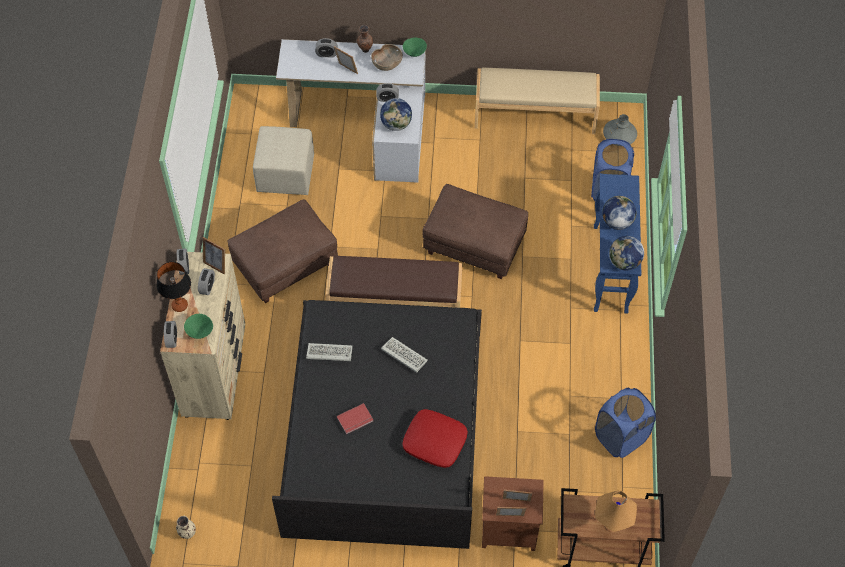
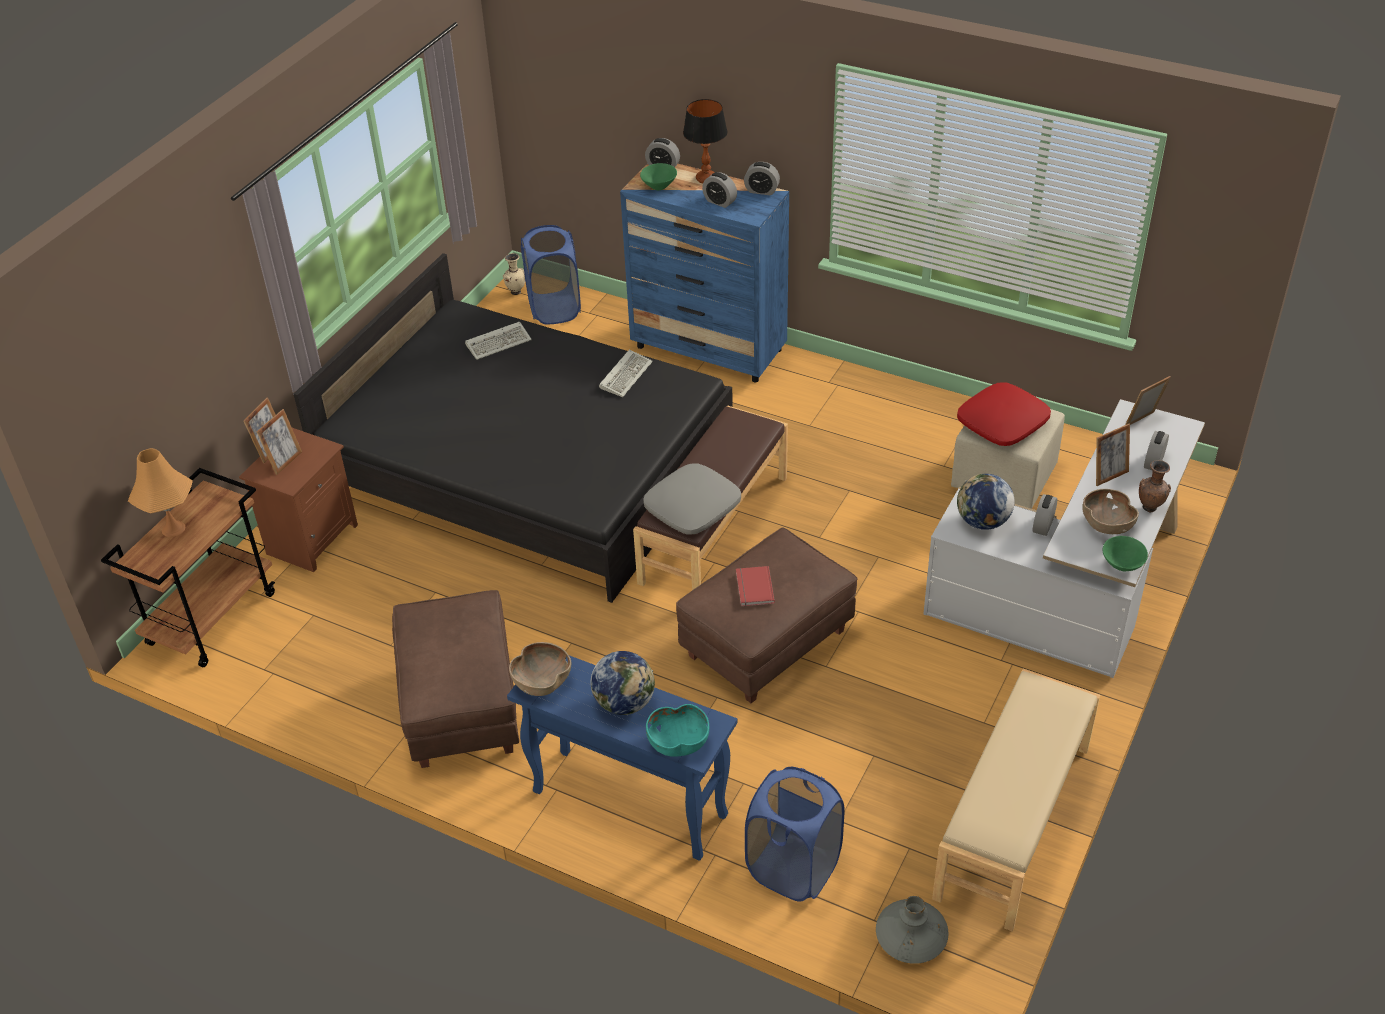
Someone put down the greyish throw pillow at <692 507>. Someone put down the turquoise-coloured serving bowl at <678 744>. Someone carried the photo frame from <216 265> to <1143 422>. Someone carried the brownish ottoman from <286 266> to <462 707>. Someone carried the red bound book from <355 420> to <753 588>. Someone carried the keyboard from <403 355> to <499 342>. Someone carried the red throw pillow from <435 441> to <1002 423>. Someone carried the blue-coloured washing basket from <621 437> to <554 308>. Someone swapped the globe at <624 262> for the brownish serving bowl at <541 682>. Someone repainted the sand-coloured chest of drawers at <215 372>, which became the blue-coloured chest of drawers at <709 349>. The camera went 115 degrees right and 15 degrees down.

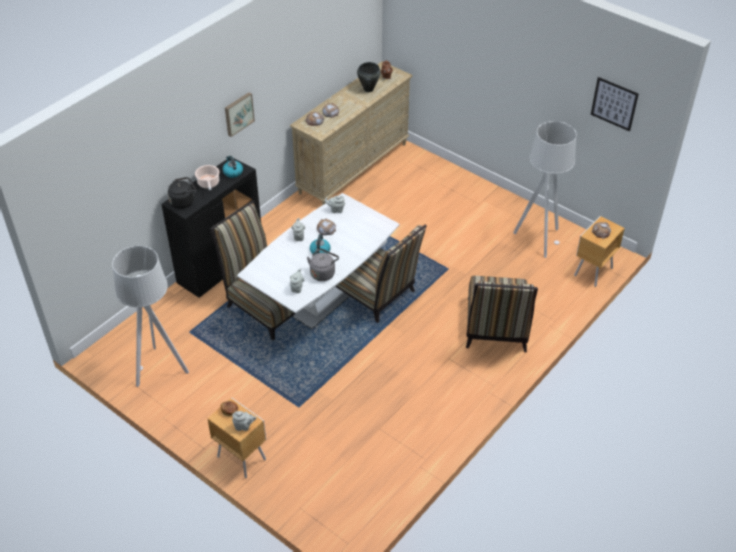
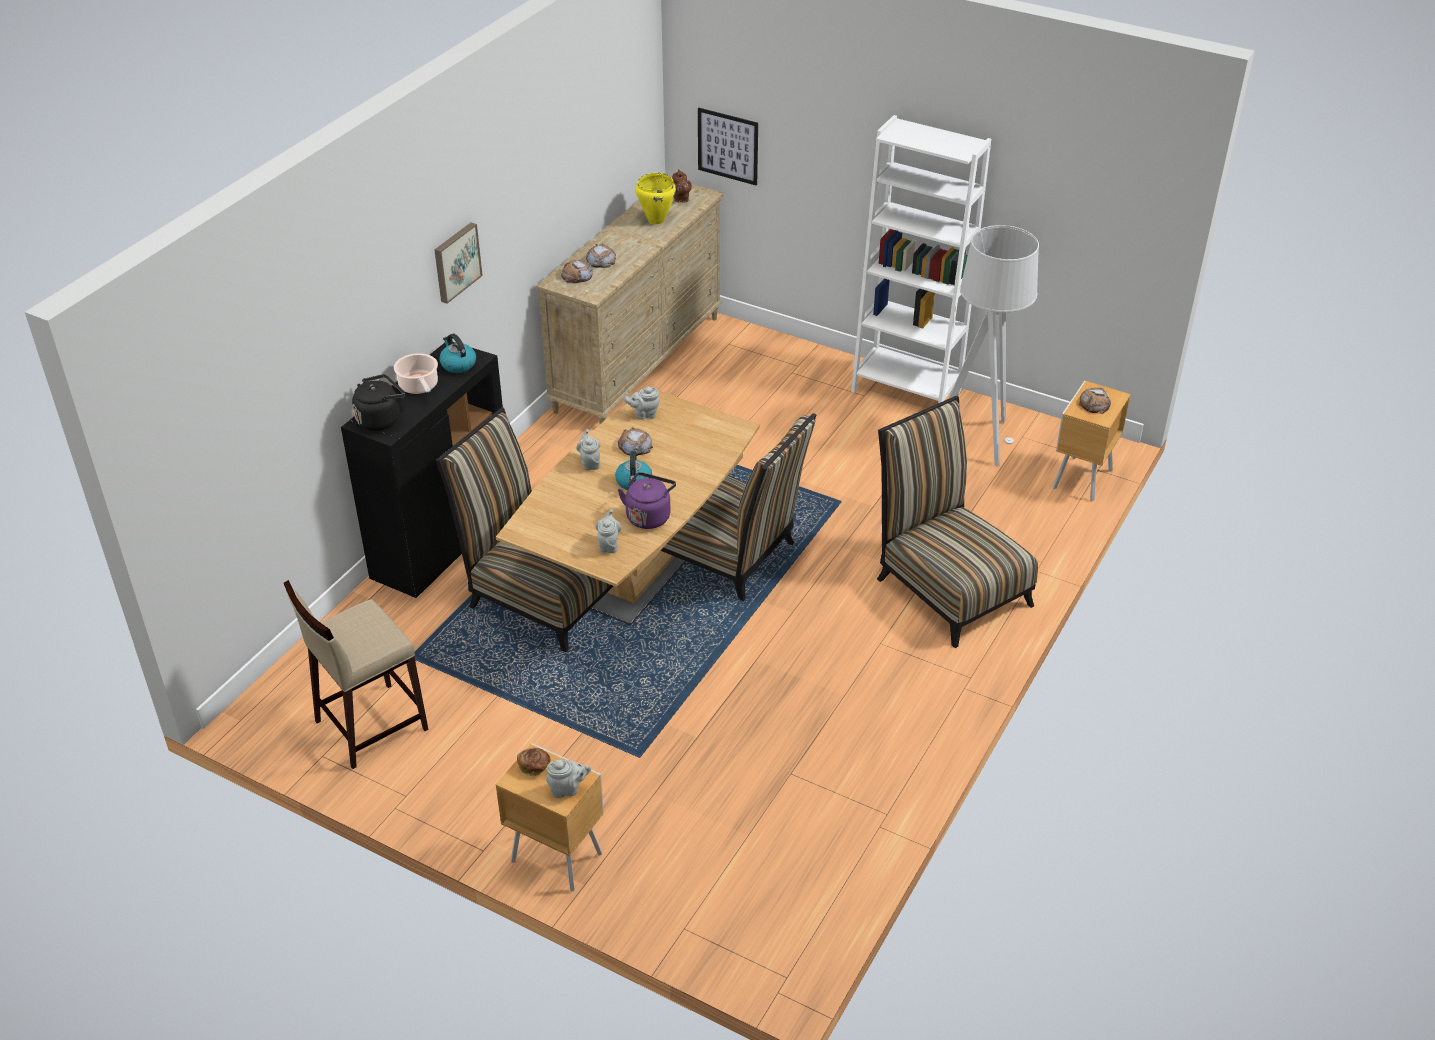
Someone put down the white-coloured bookshelf at <906 391>. Someone carried the picture from <614 104> to <728 146>. Someone swapped the greyish standard lamp at <160 368> for the sand-coloured stool at <370 725>. Someone repainted the white-coloured dinner table at <322 299>, which became the brownish dinner table at <637 575>. Someone repainted the greyish kettle at <323 273>, which became the purple-coloured kettle at <649 516>. Someone repainted the blackish stockpot at <368 89>, which became the yellowish stockpot at <656 220>. Someone rotated the upright chair at <496 329> by 150 degrees clockwise. The camera went 10 degrees left and 5 degrees down.

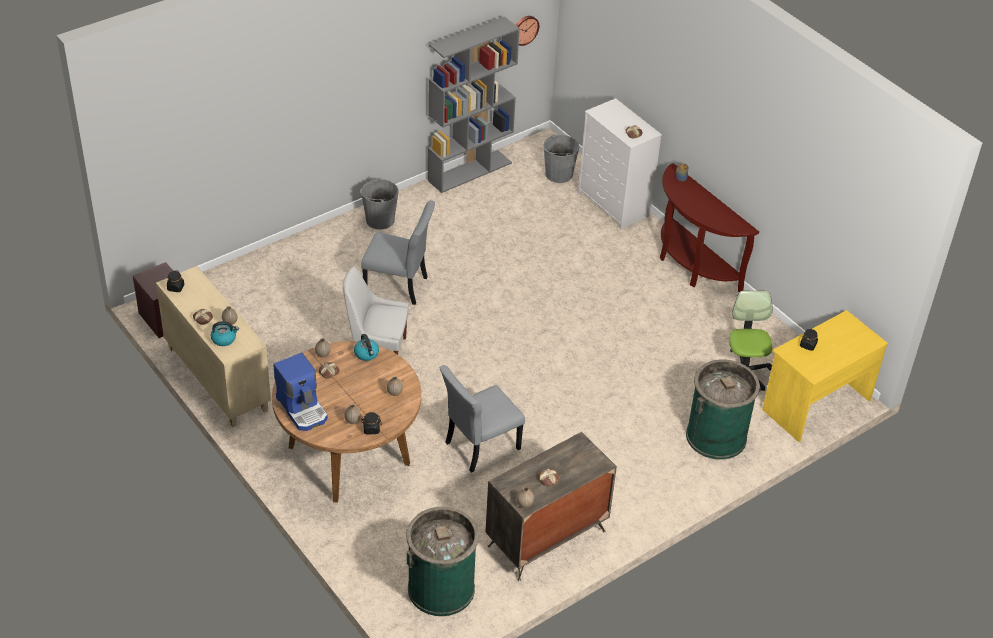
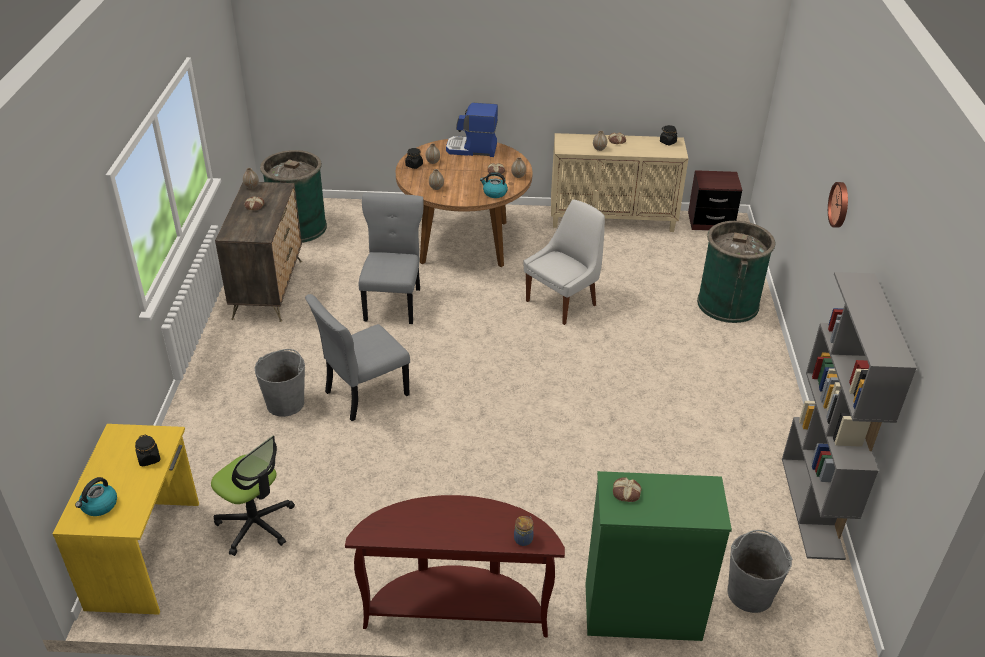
Someone carried the kettle from <224 339> to <99 506>. Someone carried the greyish pail from <380 220> to <285 403>. Someone carried the greyish upright chair from <398 286> to <363 394>. Someone carried the wall clock from <524 29> to <840 204>. Someone carried the green-coloured rubbish bin from <716 436> to <727 304>. Someone repainted the white-coloured chest of drawers at <614 204>, which became the green-coloured chest of drawers at <641 611>. The camera went 130 degrees right and 5 degrees down.

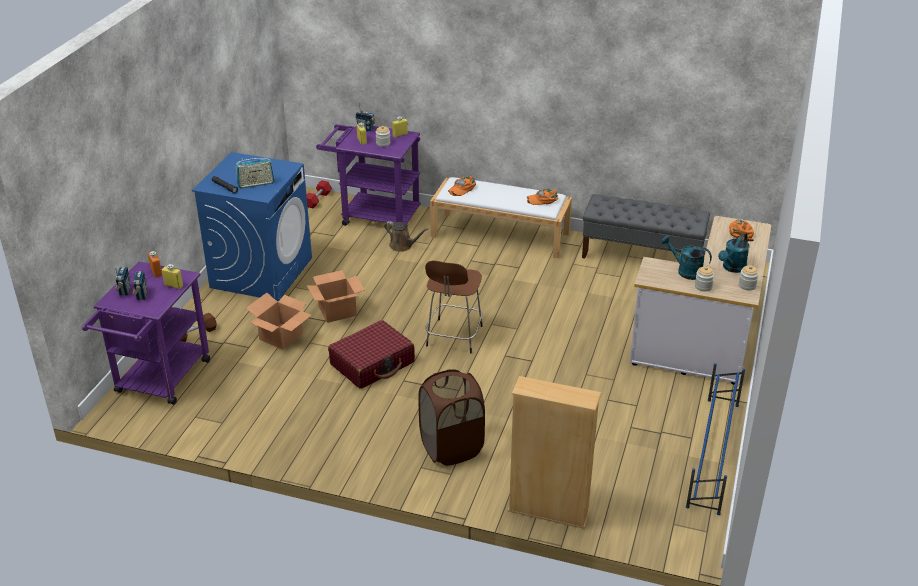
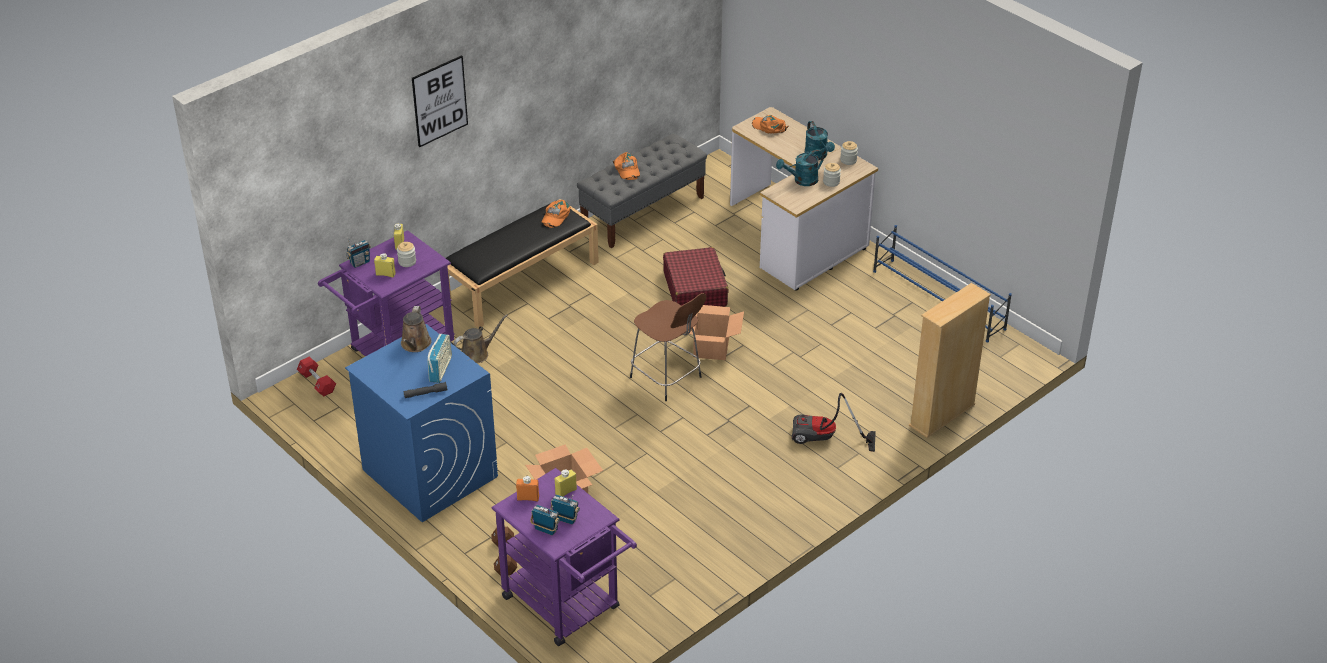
Someone put down the brownish sprinkling can at <415 345>. Someone put up the picture at <439 101>. Someone carried the carton from <337 311> to <711 348>. Someone carried the red piece of luggage from <372 363> to <695 289>. Someone carried the orangey baseball cap from <462 188> to <626 169>. Someone swapped the brownish washing basket at <451 447> for the vacuum at <825 440>. Someone repainted the white-coloured long seat at <501 234>, which became the blackish long seat at <521 280>. The camera went 60 degrees left and 5 degrees up.

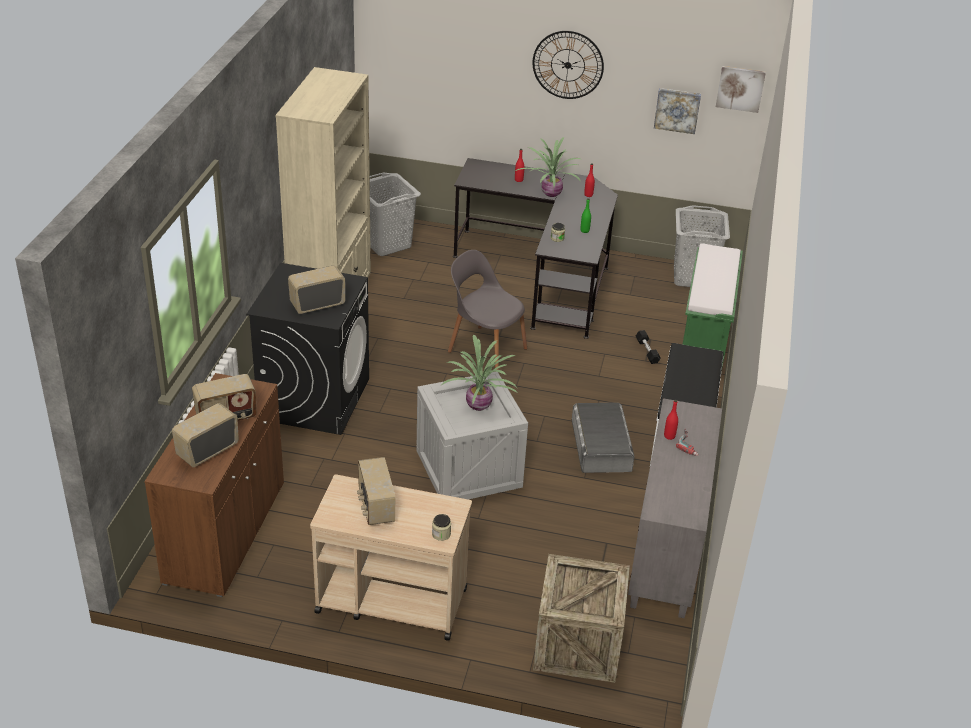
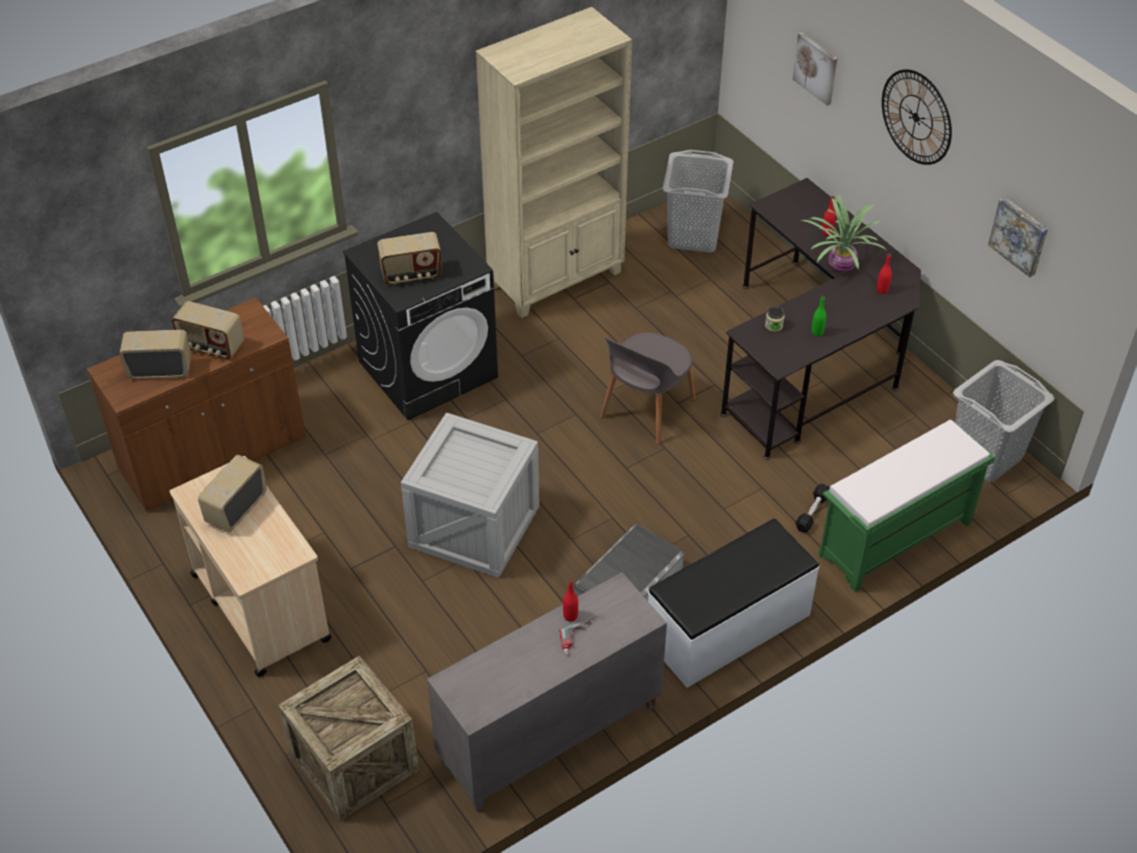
Someone took away the jar at <441 534>. Someone took away the houseplant at <480 405>. Someone carried the picture from <740 88> to <816 68>. Someone rotated the radio at <317 304> by 150 degrees clockwise. Someone rotated the greyish upright chair at <485 349> by 135 degrees counterclockwise. The camera went 45 degrees right and 10 degrees up.

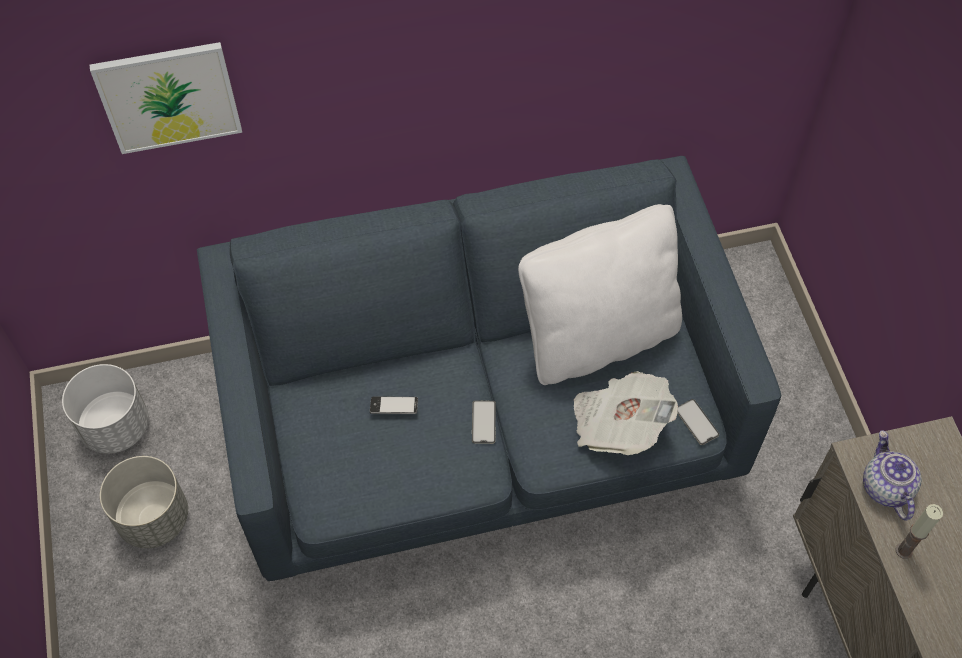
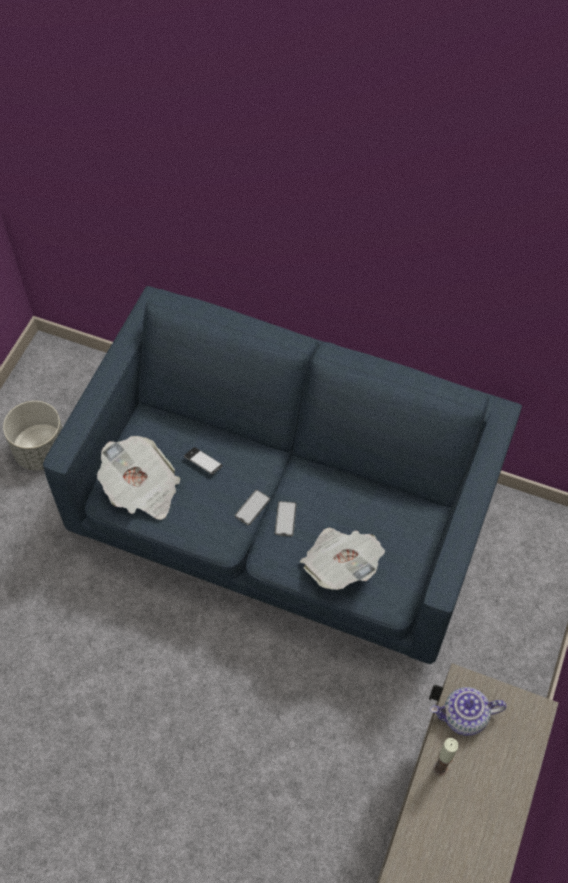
Someone took away the white-coloured plant pot at <115 426>. Someone took away the picture at <169 97>. Someone took away the white-coloured throw pillow at <597 337>. Someone put down the printed paper at <142 489>. Someone carried the phone from <696 422> to <285 518>. Someone rotated the pot for tea at <885 487> by 120 degrees counterclockwise. The camera went 35 degrees right and 0 degrees up.

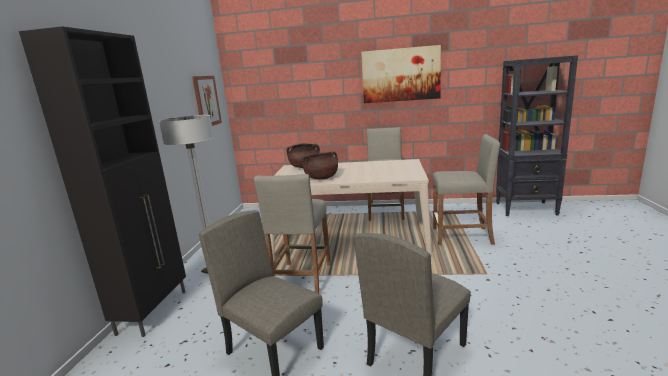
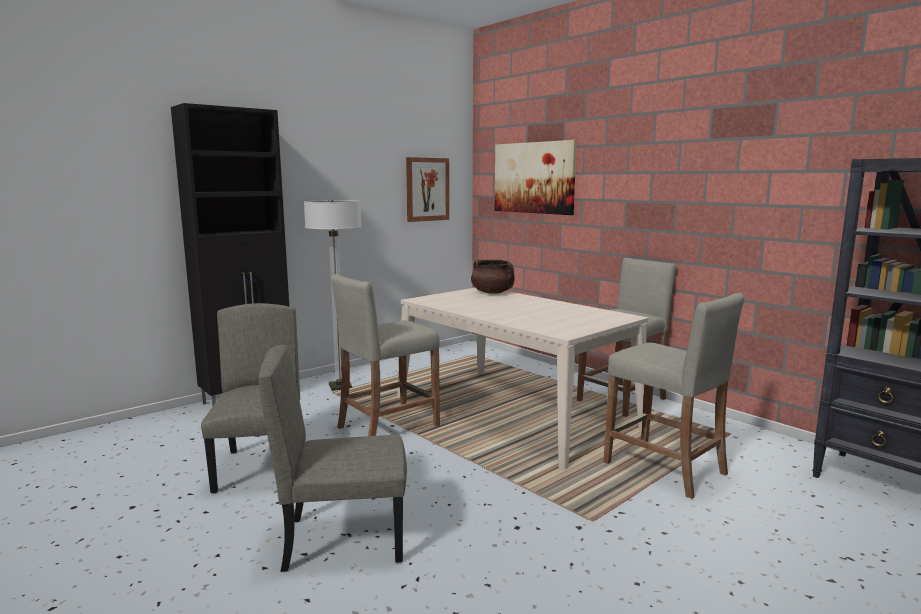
Someone took away the brownish stockpot at <321 178>. Someone carried the picture from <400 75> to <533 178>. The camera went 40 degrees right and 5 degrees down.

